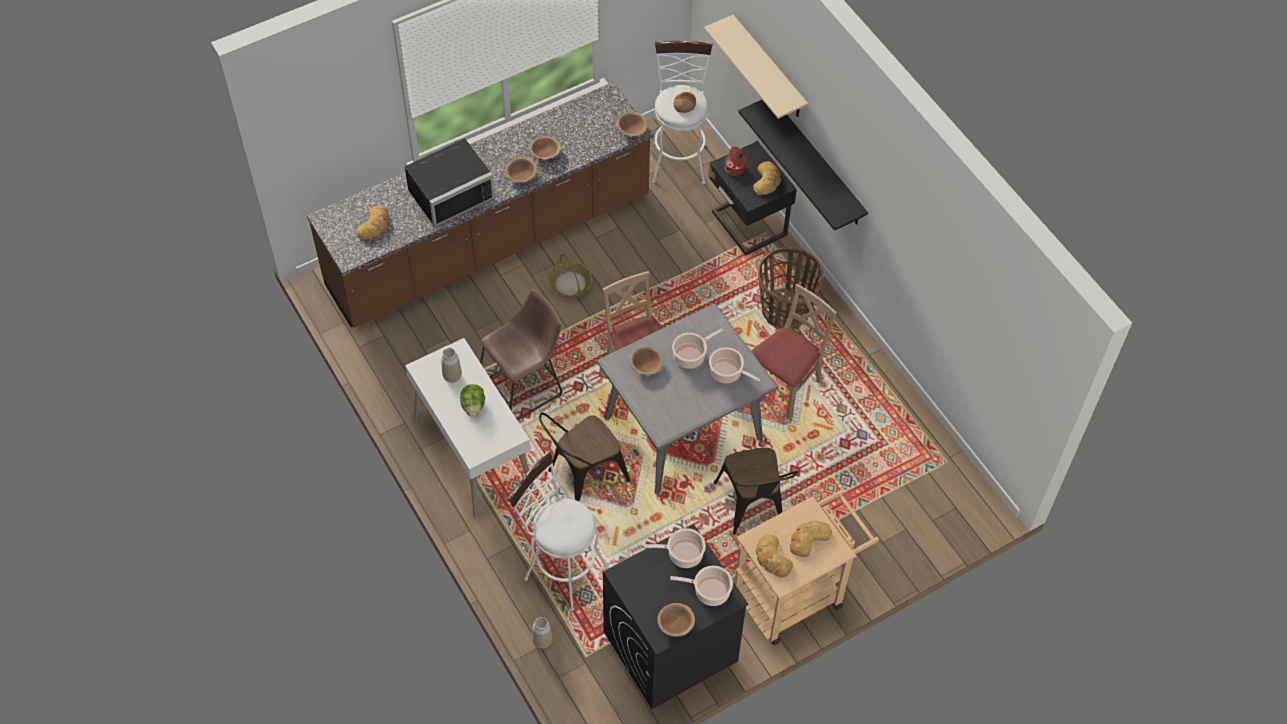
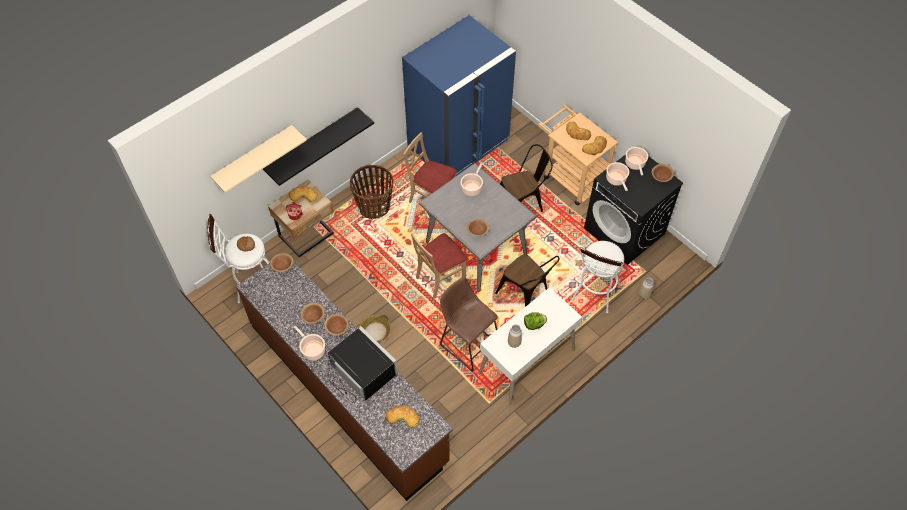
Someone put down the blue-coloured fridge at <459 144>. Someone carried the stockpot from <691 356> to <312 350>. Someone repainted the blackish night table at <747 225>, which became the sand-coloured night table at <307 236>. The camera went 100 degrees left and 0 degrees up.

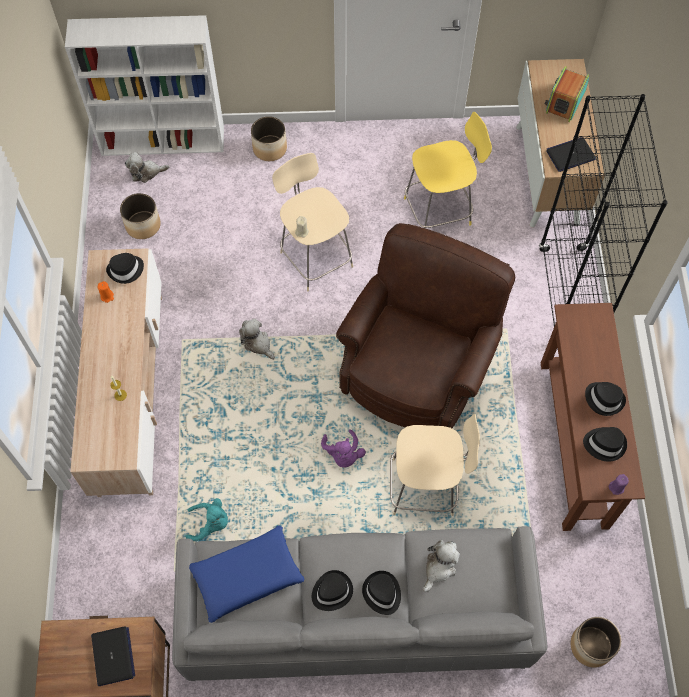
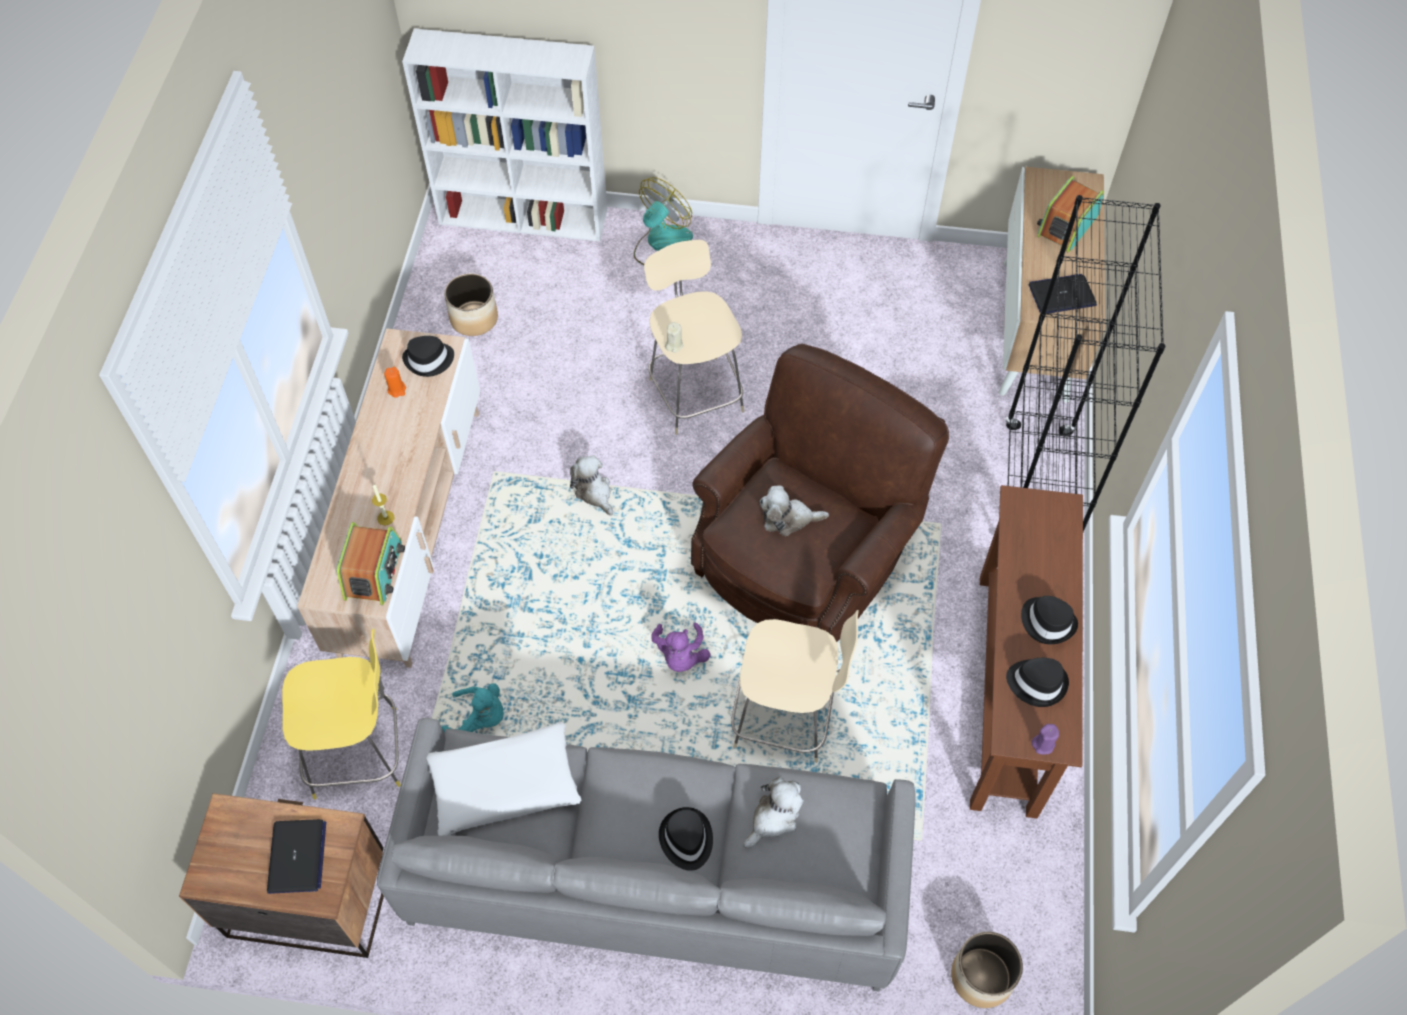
Someone took away the blackish clothing hat at <331 591>. Someone put down the radio at <374 571>. Someone carried the plush toy from <146 172> to <788 518>. Someone carried the yellowish stool from <440 211> to <360 752>. Someone swapped the plant pot at <269 148> for the fan at <662 245>. Someone repainted the blue-coloured throw pillow at <247 576>, which became the white-coloured throw pillow at <504 784>. The camera went 10 degrees right and 5 degrees down.

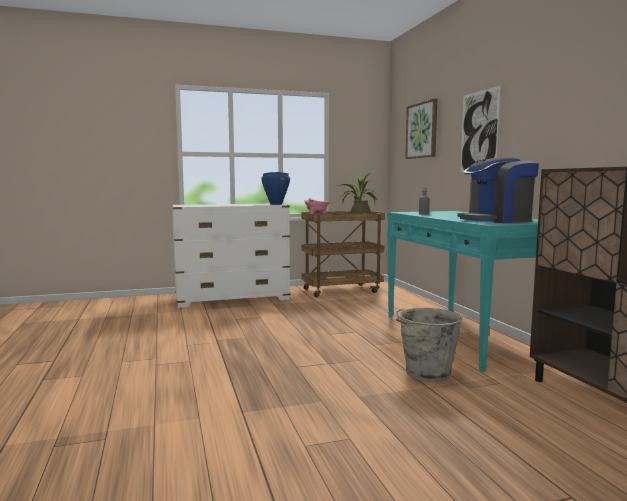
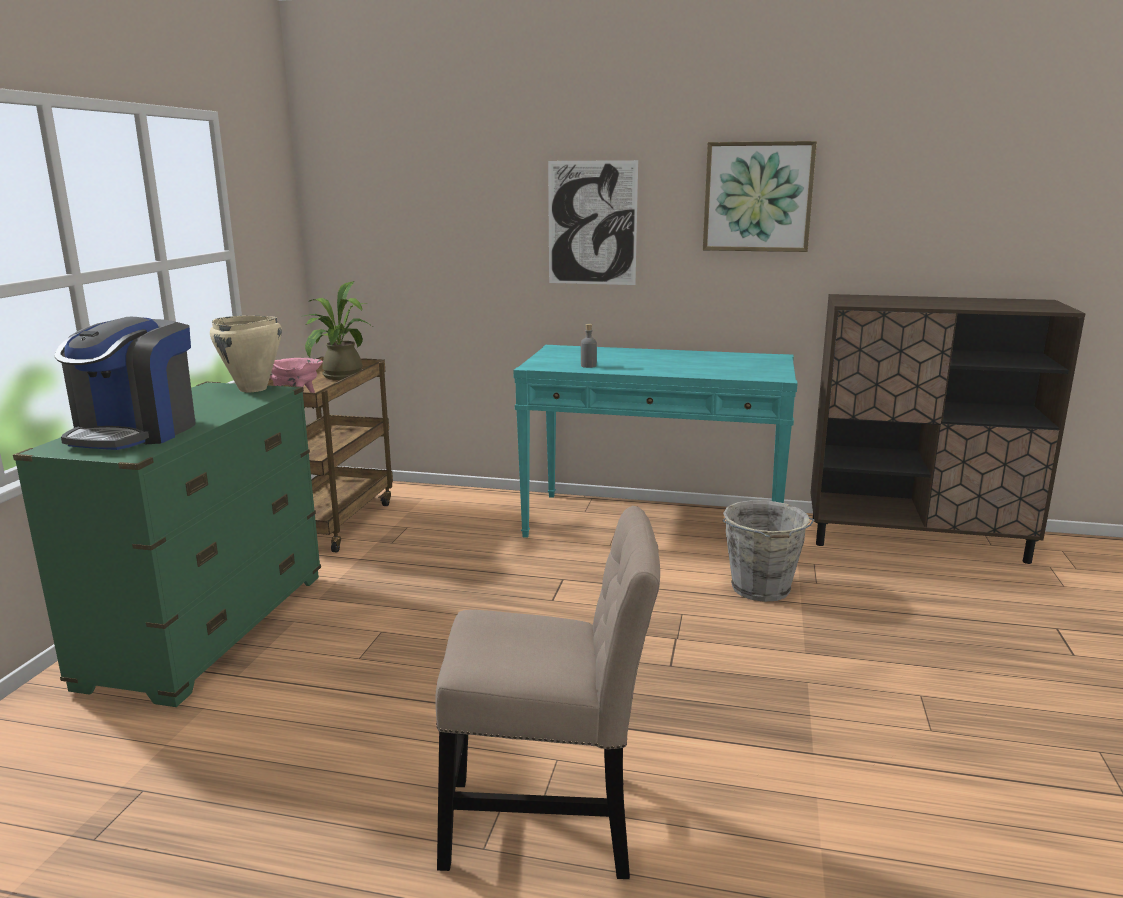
Someone put down the sand-coloured upright chair at <549 824>. Someone carried the picture from <422 130> to <757 197>. Someone carried the coffee maker from <496 220> to <136 432>. Someone repainted the white-coloured chest of drawers at <232 299>, which became the green-coloured chest of drawers at <209 629>. Someone repainted the blue-coloured stockpot at <275 204>, which became the sand-coloured stockpot at <253 389>. The camera went 60 degrees left and 10 degrees up.

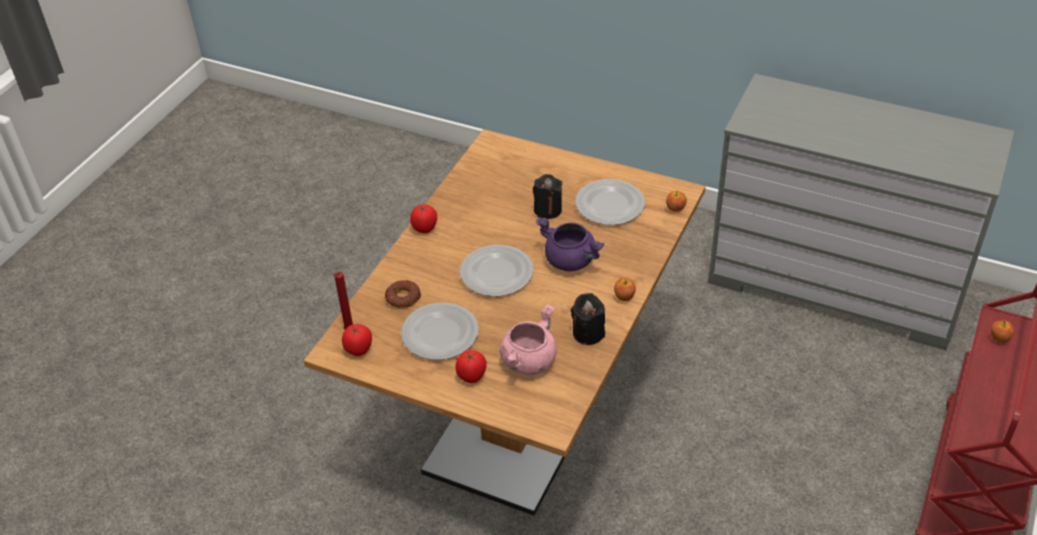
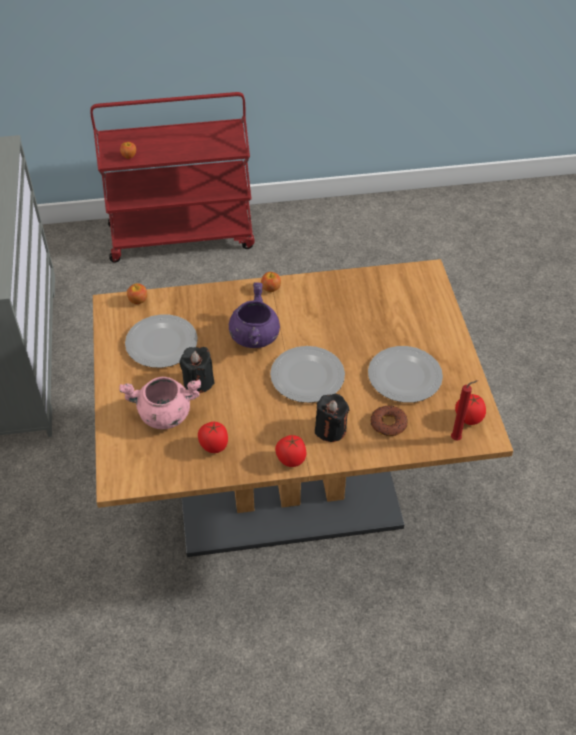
Someone carried the fresh tomato from <472 376> to <214 446>. Someone carried the pink-coloured stockpot from <528 361> to <164 415>. Someone carried the blackish candle from <588 333> to <330 429>. The camera went 125 degrees left and 5 degrees up.

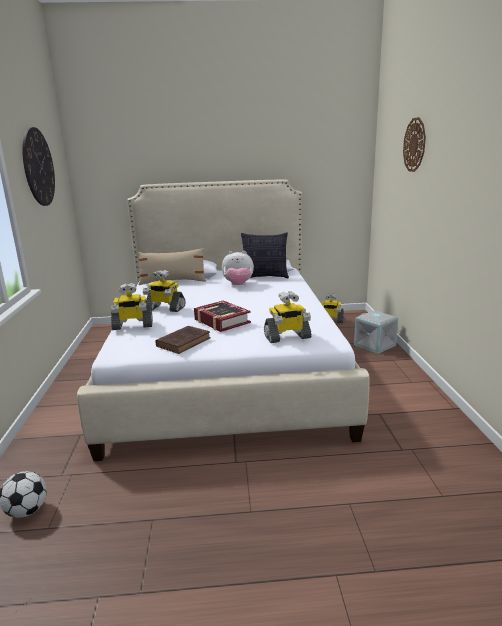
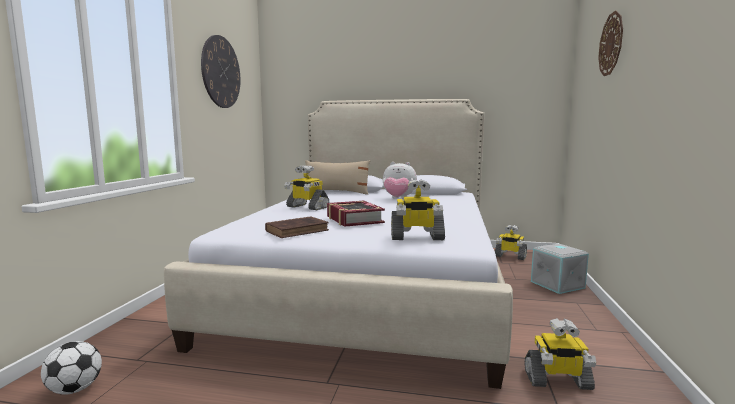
Someone took away the throw pillow at <265 277>. Someone carried the model robot from <132 325> to <557 380>. The camera went 15 degrees right and 10 degrees down.

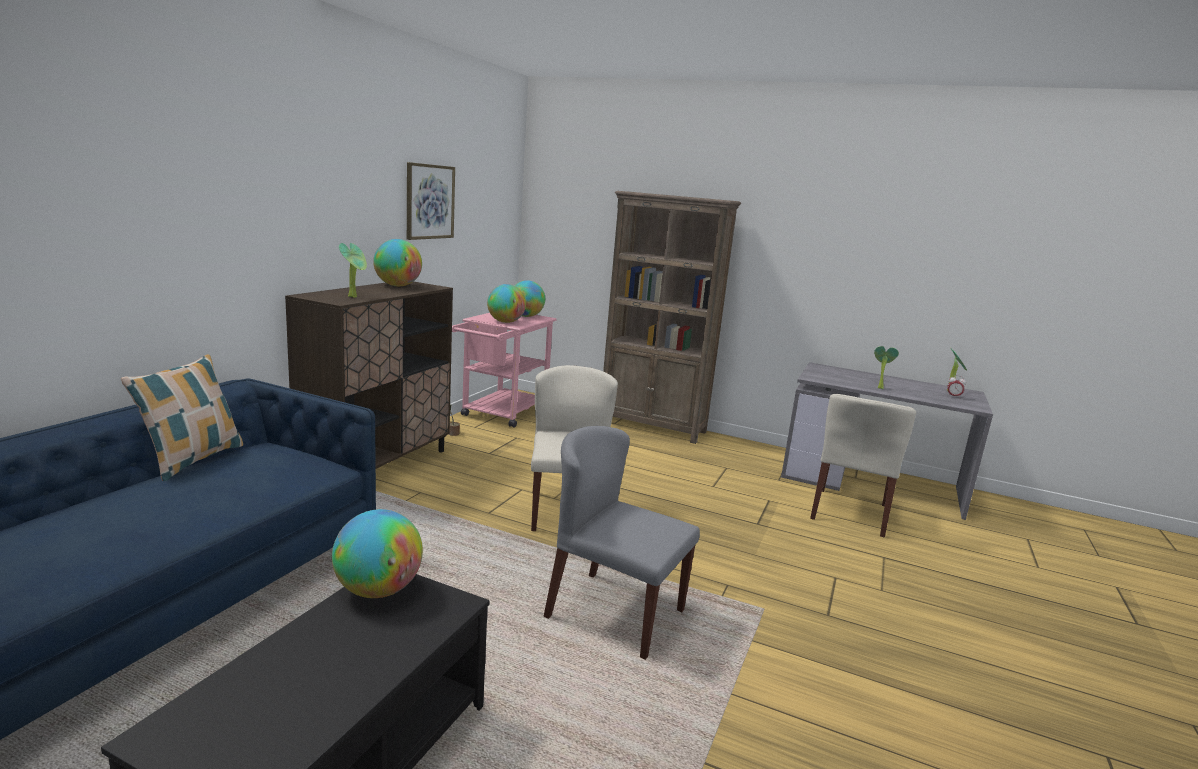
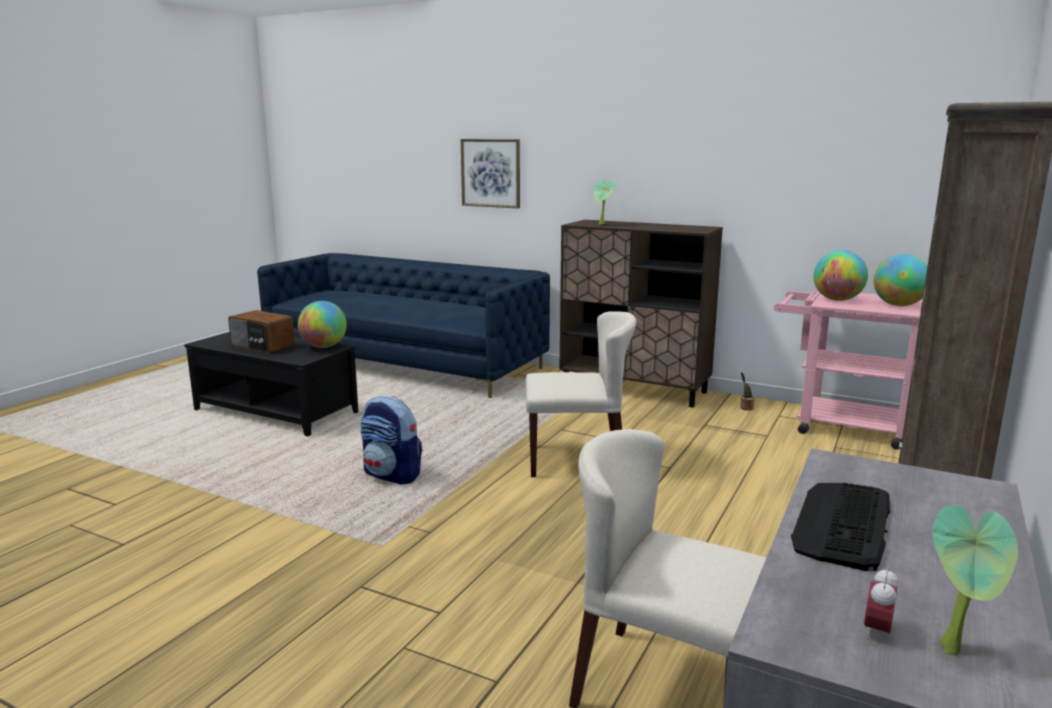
Someone took away the throw pillow at <192 460>. Someone took away the globe at <398 286>. Someone put down the radio at <262 346>. Someone carried the picture from <429 202> to <491 173>. Someone swapped the greyish upright chair at <614 613> for the knapsack at <392 475>. Someone swapped the houseplant at <879 387> for the keyboard at <843 524>. The camera went 95 degrees right and 0 degrees up.

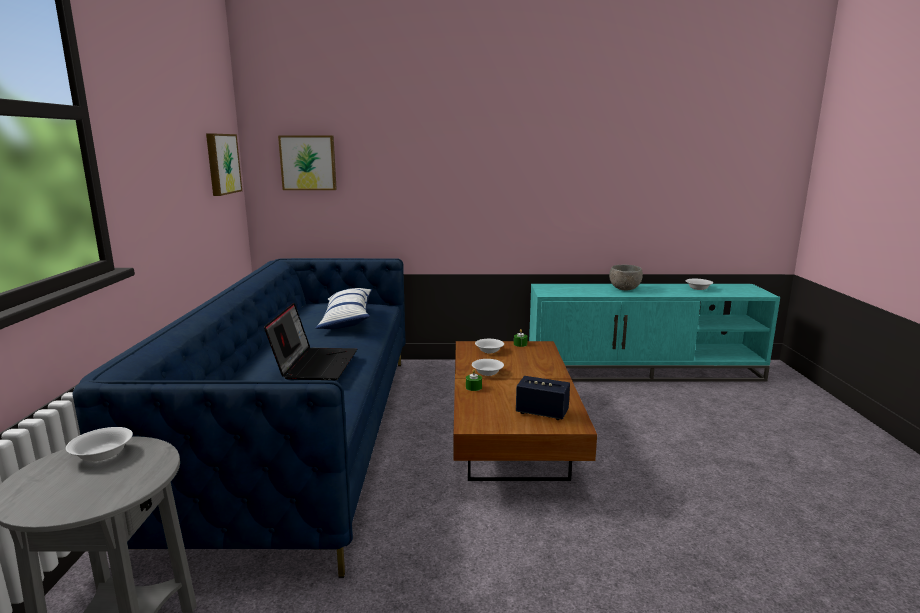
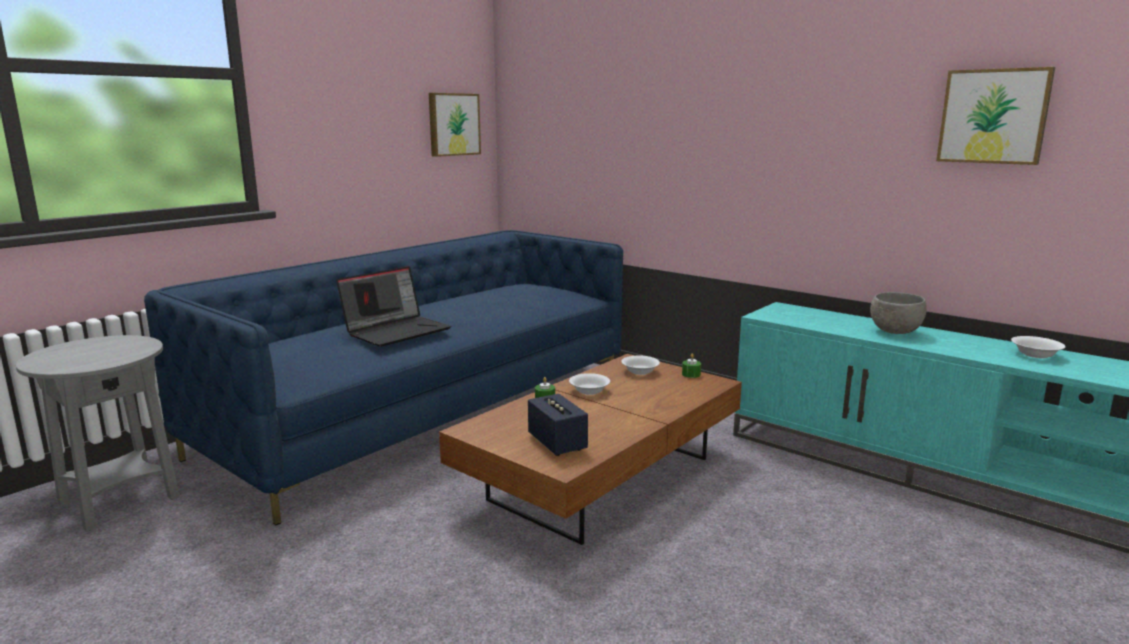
Someone took away the white-coloured serving bowl at <102 455>. Someone took away the throw pillow at <347 319>. Someone carried the picture from <308 162> to <994 116>. The camera went 40 degrees right and 0 degrees up.

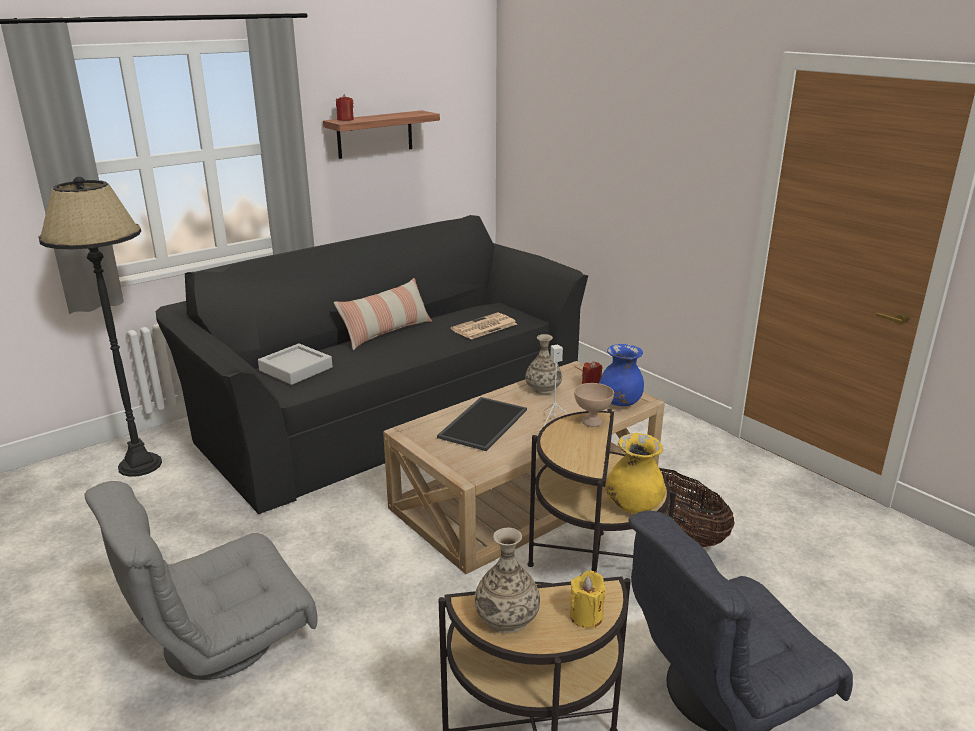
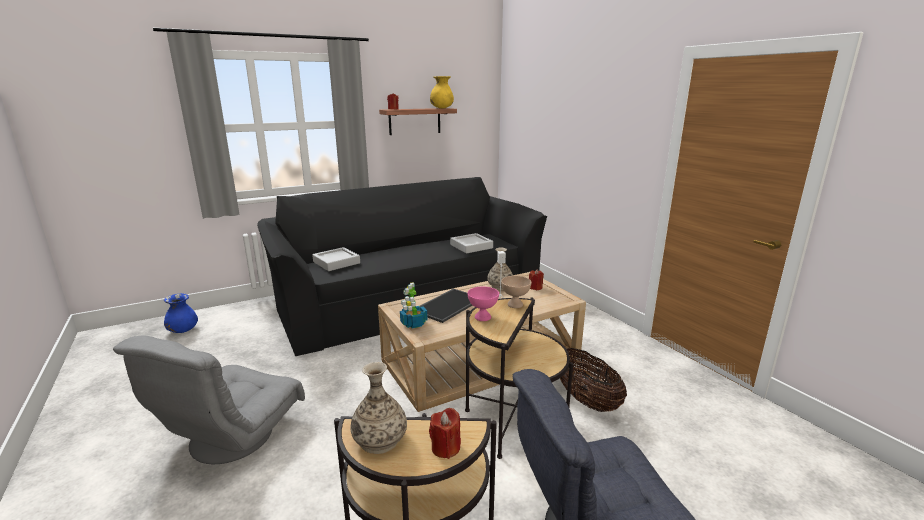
Someone took away the blackish standard lamp at <140 465>. Someone took away the throw pillow at <386 332>. Someone put down the houseplant at <413 323>. Someone put down the pink-coloured serving bowl at <483 317>. Someone carried the blue-coloured decorative vase from <619 402> to <183 330>. Someone carried the yellowish decorative vase from <633 506> to <442 108>. Someone swapped the printed paper at <483 327> for the greyish carrying tray at <471 246>. Someone repainted the yellowish candle at <586 616>, which became the red candle at <445 448>. Someone rotated the greyish armchair at <220 639> by 45 degrees counterclockwise. The camera went 10 degrees right and 5 degrees down.

